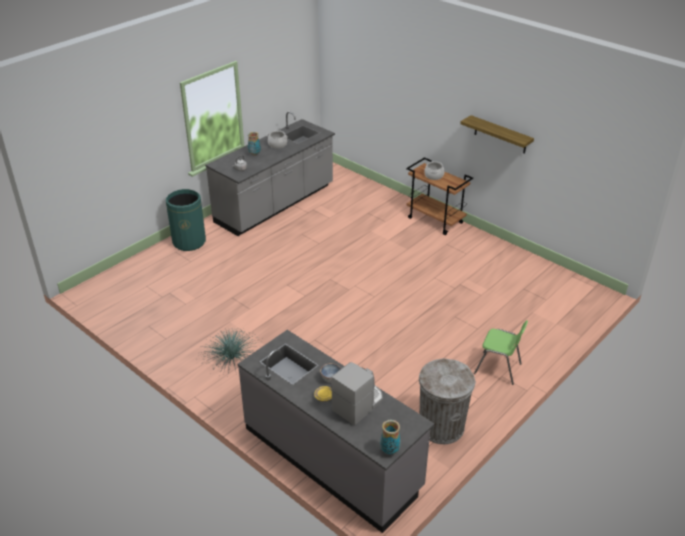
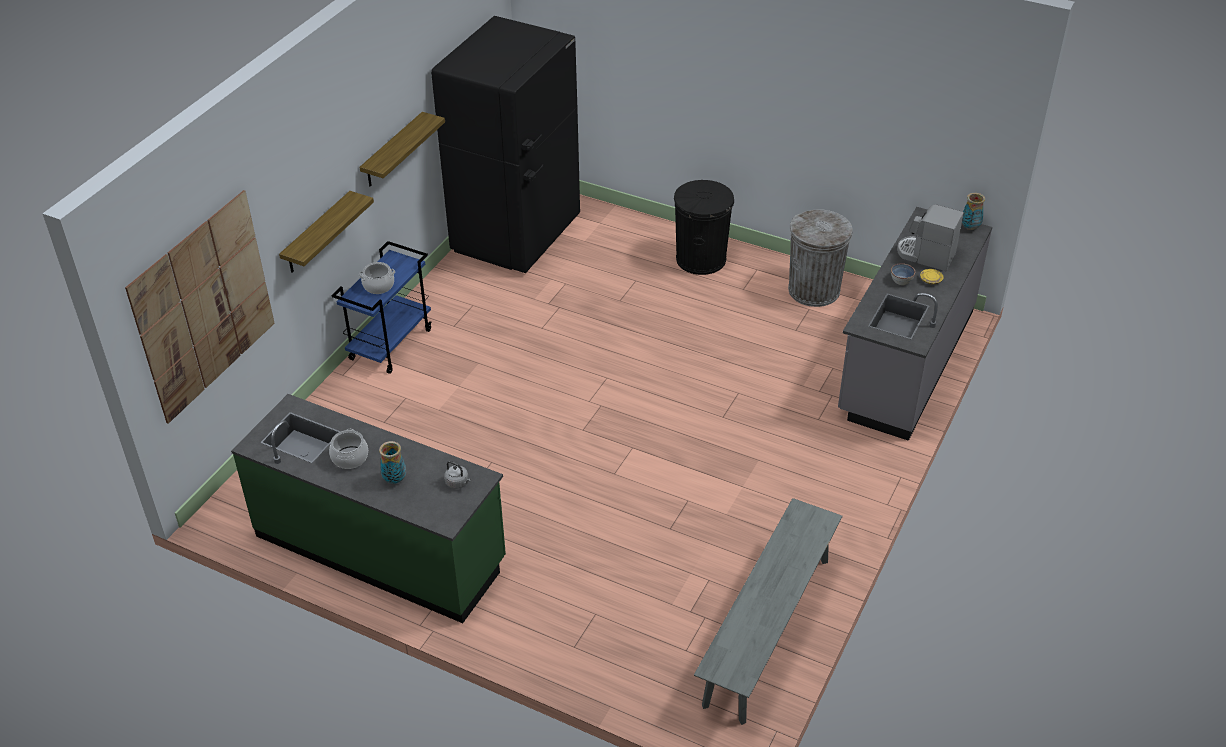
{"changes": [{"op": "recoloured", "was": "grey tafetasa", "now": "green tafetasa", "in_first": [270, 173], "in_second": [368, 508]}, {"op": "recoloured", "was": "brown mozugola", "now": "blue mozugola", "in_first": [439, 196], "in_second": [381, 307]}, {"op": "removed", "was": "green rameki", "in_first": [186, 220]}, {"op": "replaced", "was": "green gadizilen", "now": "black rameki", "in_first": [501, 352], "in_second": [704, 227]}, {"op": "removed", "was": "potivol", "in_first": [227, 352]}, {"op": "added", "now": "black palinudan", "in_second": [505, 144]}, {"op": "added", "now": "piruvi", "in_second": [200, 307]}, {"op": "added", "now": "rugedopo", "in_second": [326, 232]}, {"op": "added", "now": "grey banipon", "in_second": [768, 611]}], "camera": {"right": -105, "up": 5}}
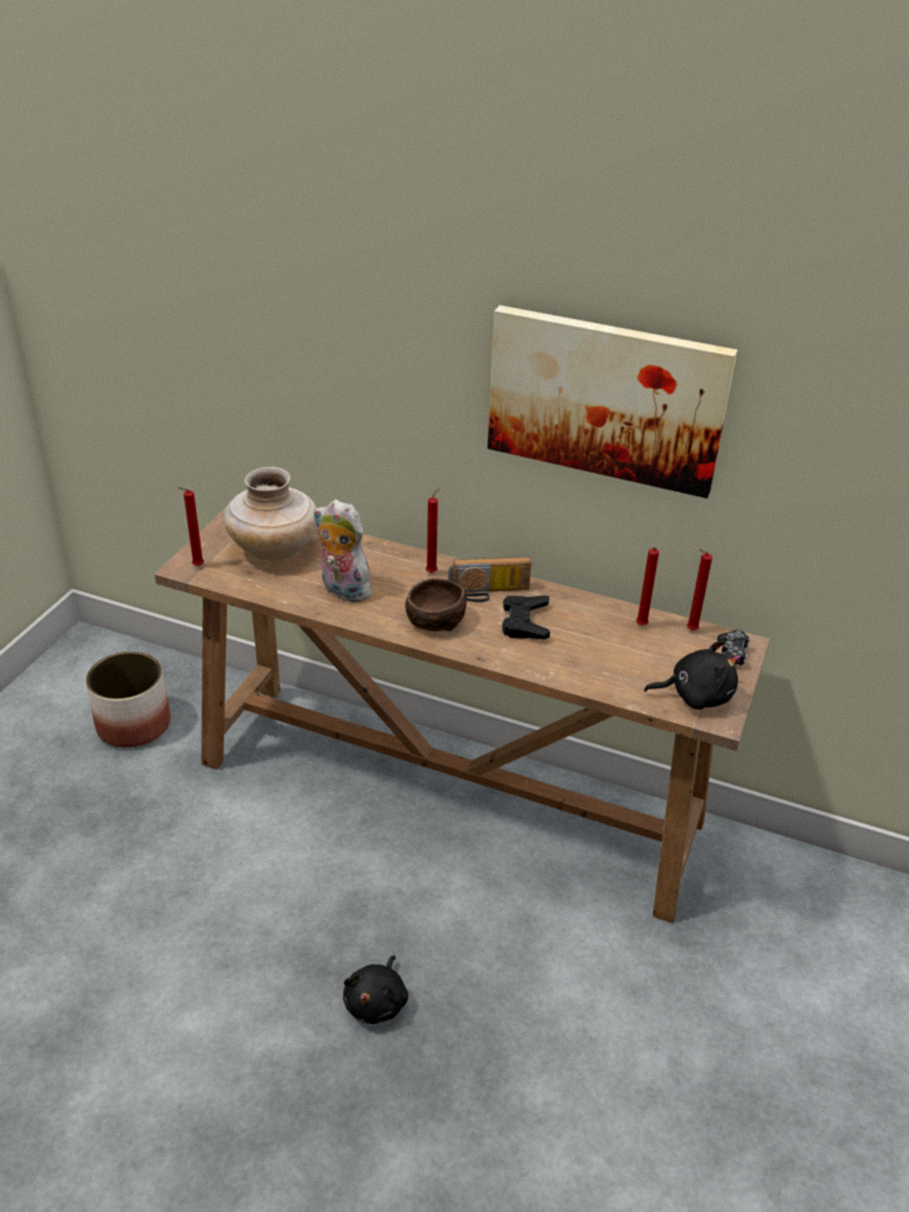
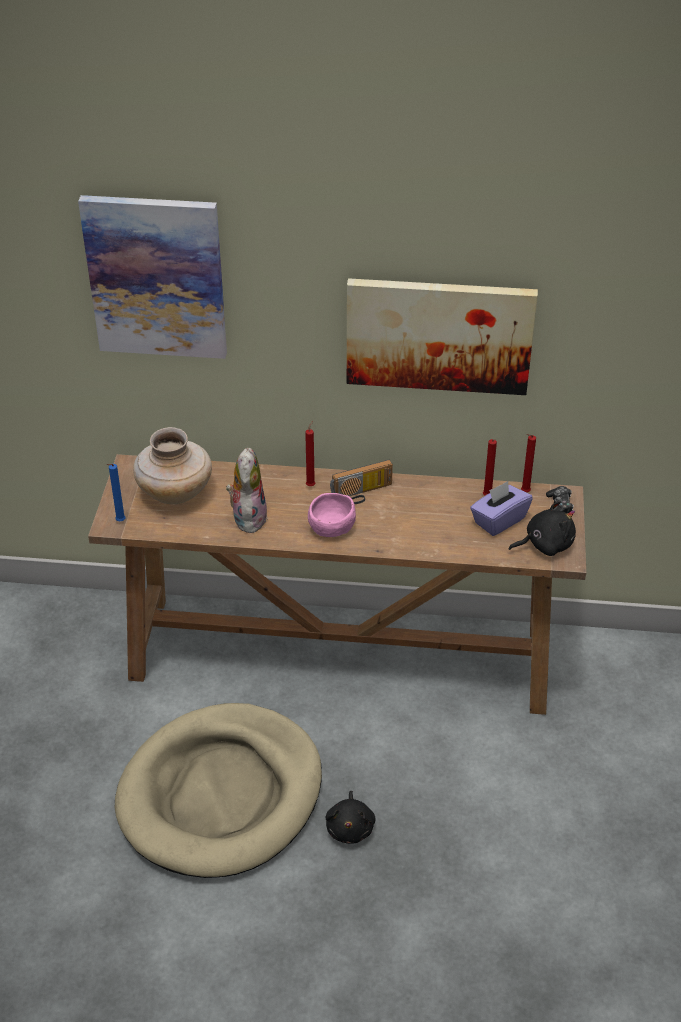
{"changes": [{"op": "recoloured", "was": "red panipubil", "now": "blue panipubil", "in_first": [191, 526], "in_second": [115, 492]}, {"op": "turned", "was": "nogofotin", "in_first": [342, 551], "in_second": [246, 490], "clockwise": 75}, {"op": "recoloured", "was": "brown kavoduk", "now": "pink kavoduk", "in_first": [436, 604], "in_second": [332, 515]}, {"op": "removed", "was": "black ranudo", "in_first": [526, 617]}, {"op": "removed", "was": "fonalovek", "in_first": [128, 700]}, {"op": "added", "now": "piruvi", "in_second": [152, 277]}, {"op": "added", "now": "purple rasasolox", "in_second": [501, 508]}, {"op": "added", "now": "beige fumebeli", "in_second": [218, 790]}], "camera": {"right": -15, "up": 5}}
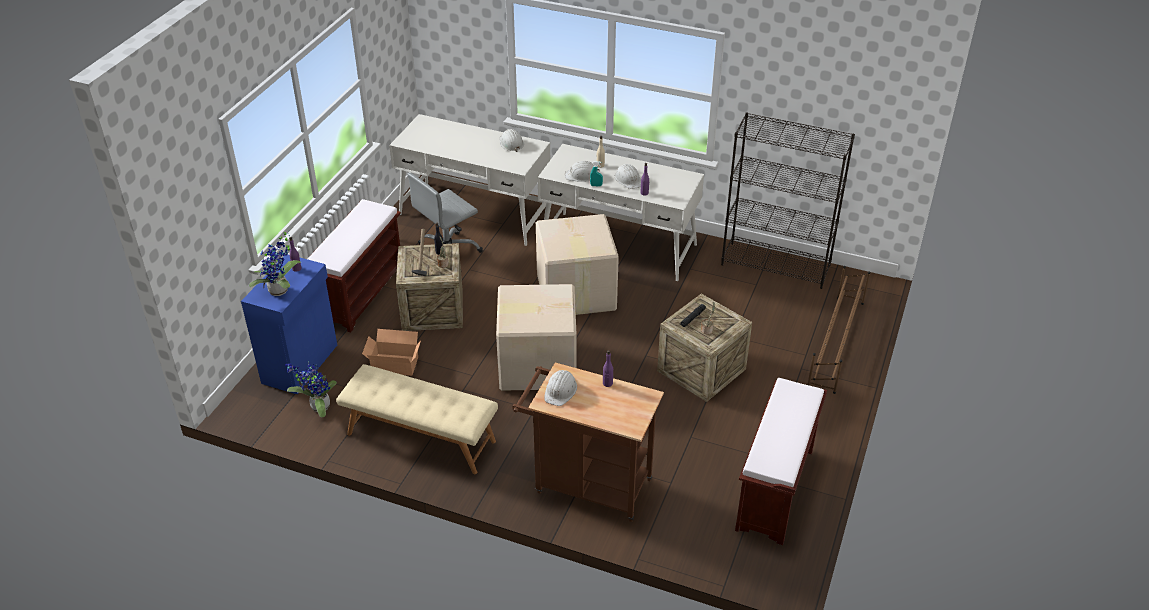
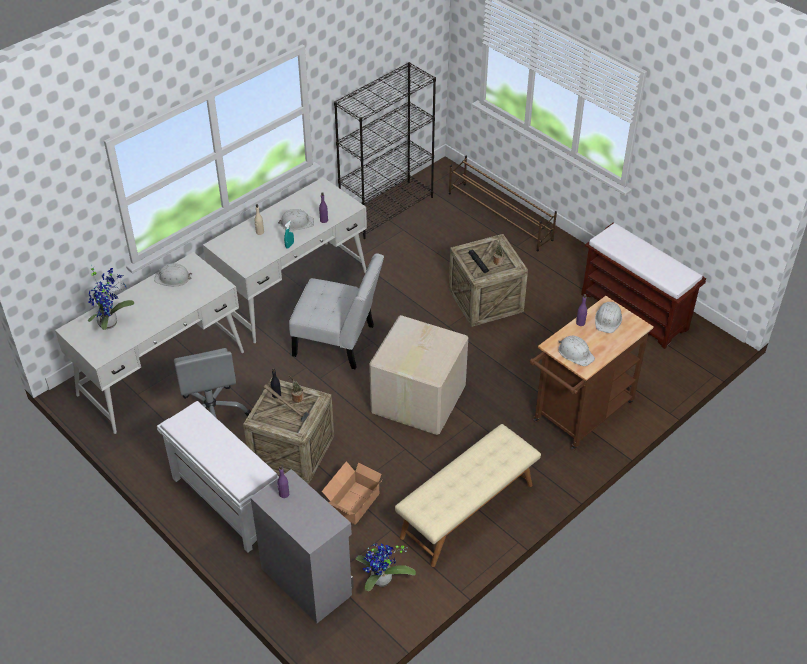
{"changes": [{"op": "moved", "was": "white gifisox", "in_first": [582, 171], "in_second": [608, 317]}, {"op": "recoloured", "was": "brown banipon", "now": "white banipon", "in_first": [354, 266], "in_second": [218, 477]}, {"op": "replaced", "was": "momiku", "now": "white gadizilen", "in_first": [577, 264], "in_second": [336, 311]}, {"op": "moved", "was": "potivol", "in_first": [275, 263], "in_second": [111, 297]}, {"op": "recoloured", "was": "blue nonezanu", "now": "grey nonezanu", "in_first": [289, 324], "in_second": [302, 546]}], "camera": {"right": -65, "up": 5}}
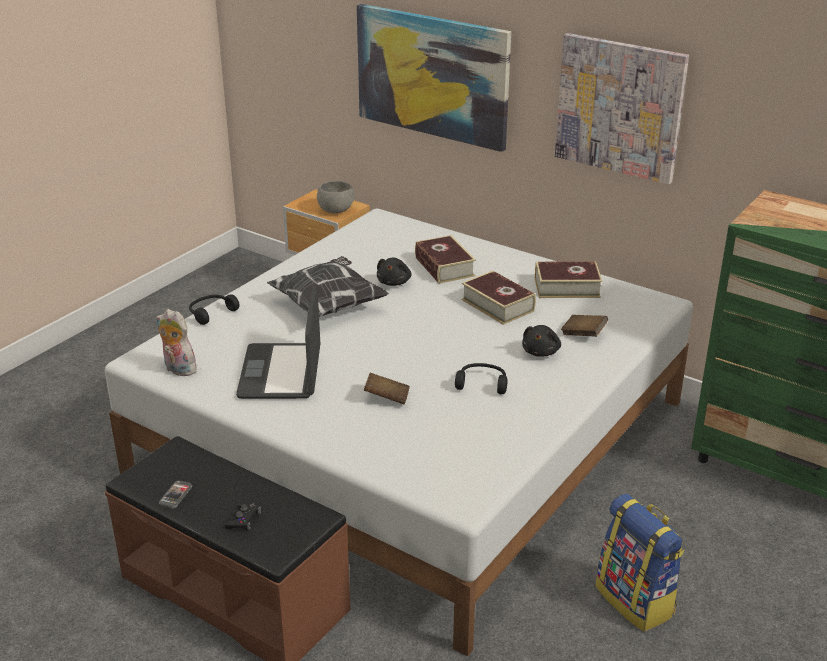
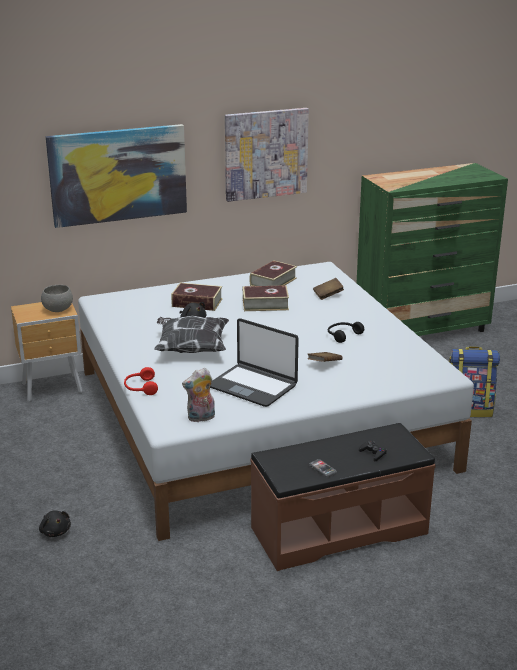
{"changes": [{"op": "recoloured", "was": "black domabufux", "now": "red domabufux", "in_first": [214, 309], "in_second": [141, 381]}, {"op": "moved", "was": "black nogofotin", "in_first": [541, 341], "in_second": [55, 524]}], "camera": {"right": -55, "up": -5}}
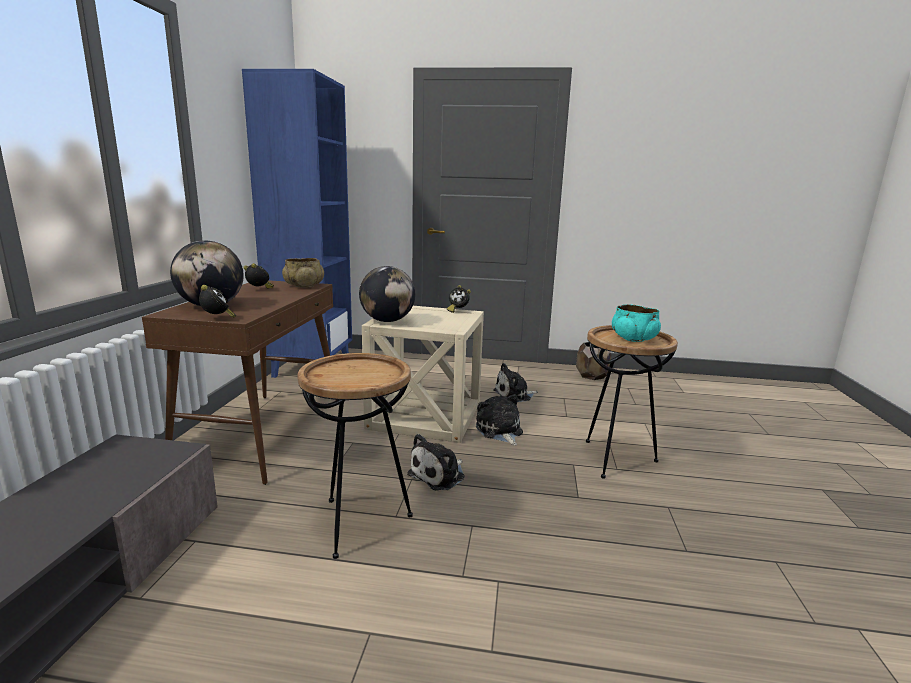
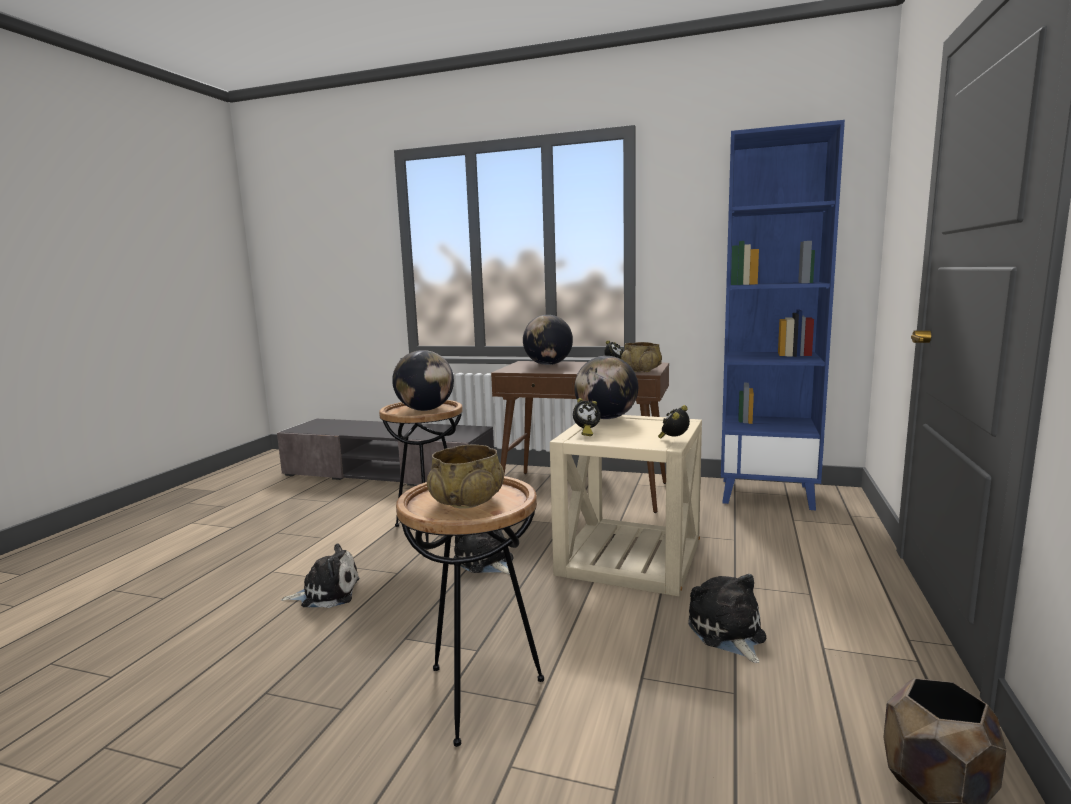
{"changes": [{"op": "moved", "was": "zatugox", "in_first": [217, 301], "in_second": [587, 417]}, {"op": "recoloured", "was": "turquoise kavoduk", "now": "beige kavoduk", "in_first": [636, 323], "in_second": [465, 477]}, {"op": "moved", "was": "nogofotin", "in_first": [499, 420], "in_second": [320, 575]}, {"op": "added", "now": "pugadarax", "in_second": [423, 380]}], "camera": {"right": 100, "up": -5}}
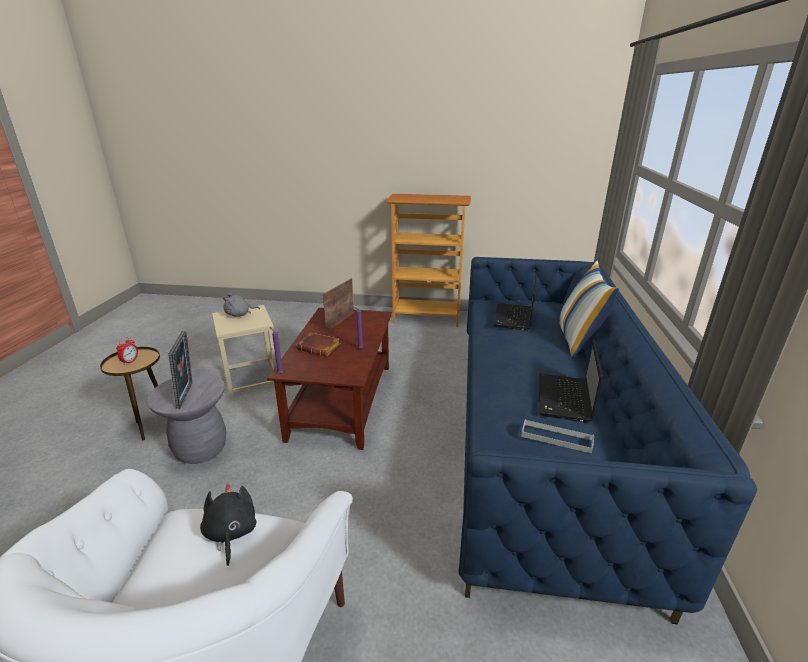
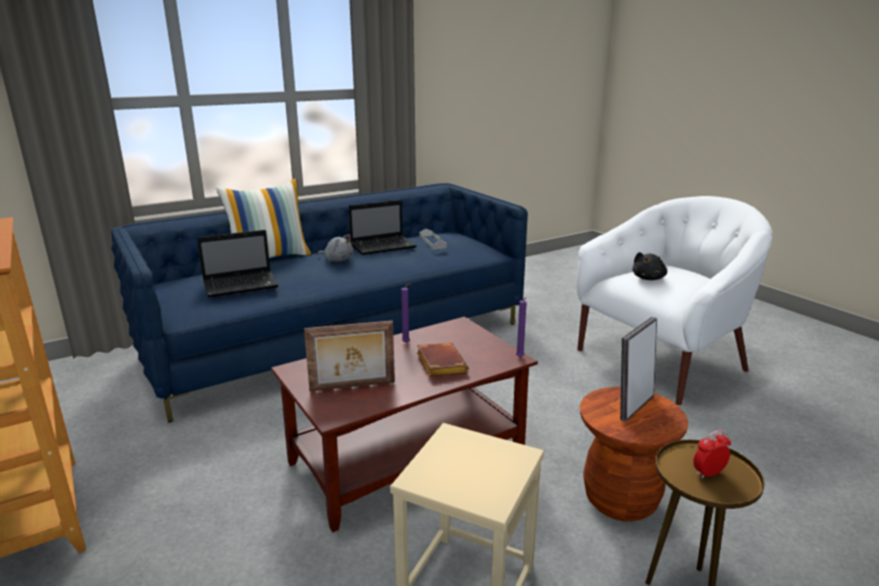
{"changes": [{"op": "moved", "was": "grey nogofotin", "in_first": [241, 305], "in_second": [335, 248]}, {"op": "recoloured", "was": "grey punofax", "now": "brown punofax", "in_first": [186, 418], "in_second": [634, 454]}], "camera": {"right": -130, "up": -5}}
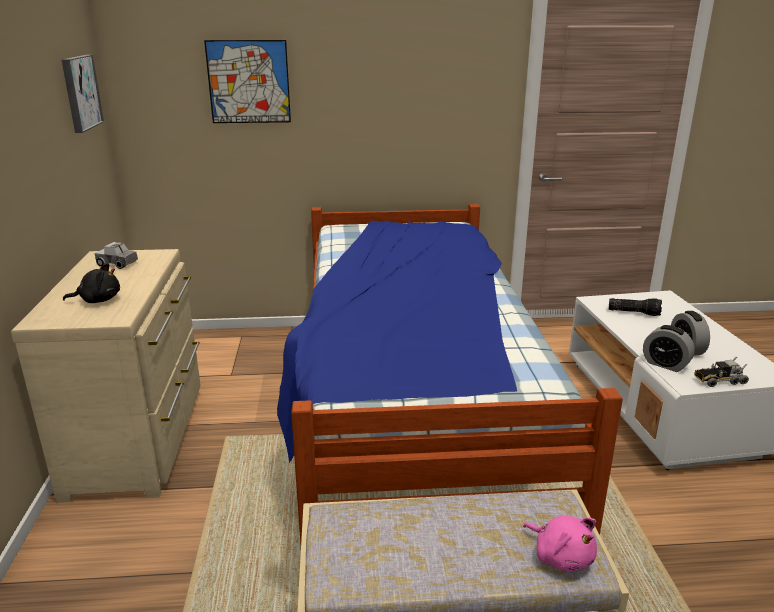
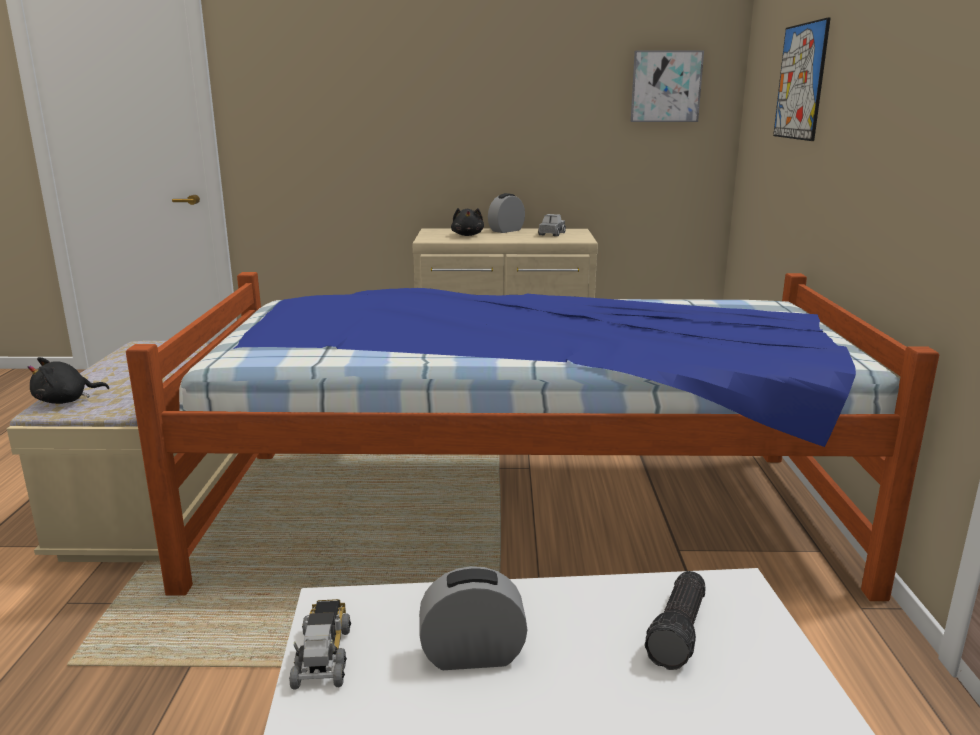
{"changes": [{"op": "moved", "was": "zatugox", "in_first": [669, 348], "in_second": [506, 213]}, {"op": "recoloured", "was": "pink nogofotin", "now": "black nogofotin", "in_first": [560, 544], "in_second": [68, 380]}], "camera": {"right": 95, "up": -5}}
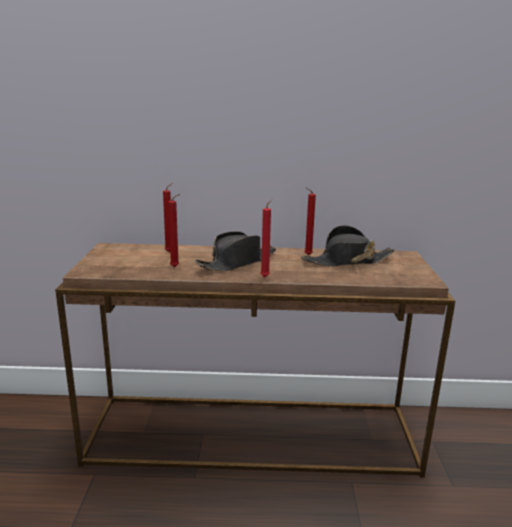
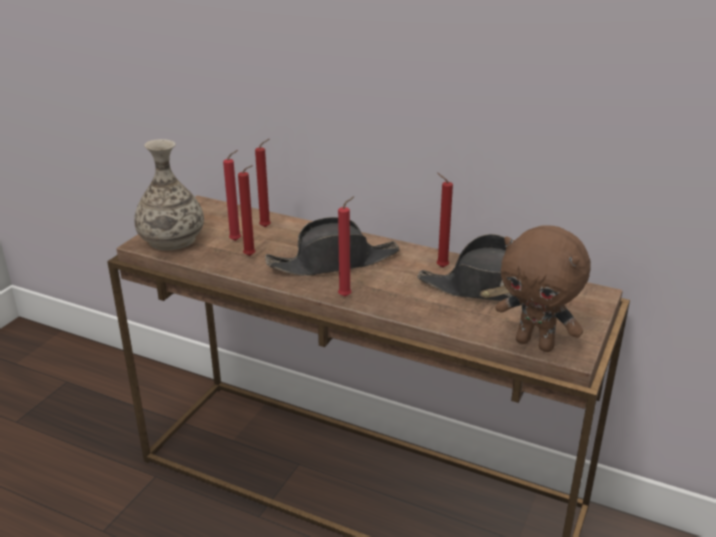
{"changes": [{"op": "added", "now": "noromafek", "in_second": [169, 195]}, {"op": "added", "now": "red panipubil", "in_second": [232, 195]}, {"op": "added", "now": "brown nogofotin", "in_second": [543, 288]}], "camera": {"right": 25, "up": 10}}
